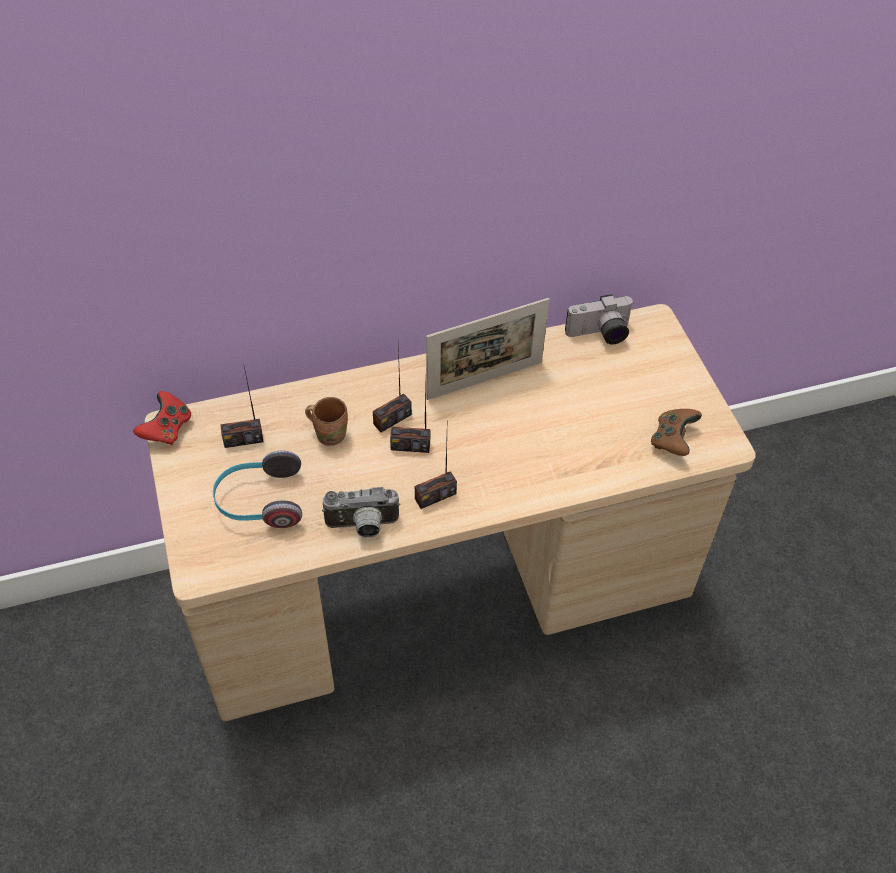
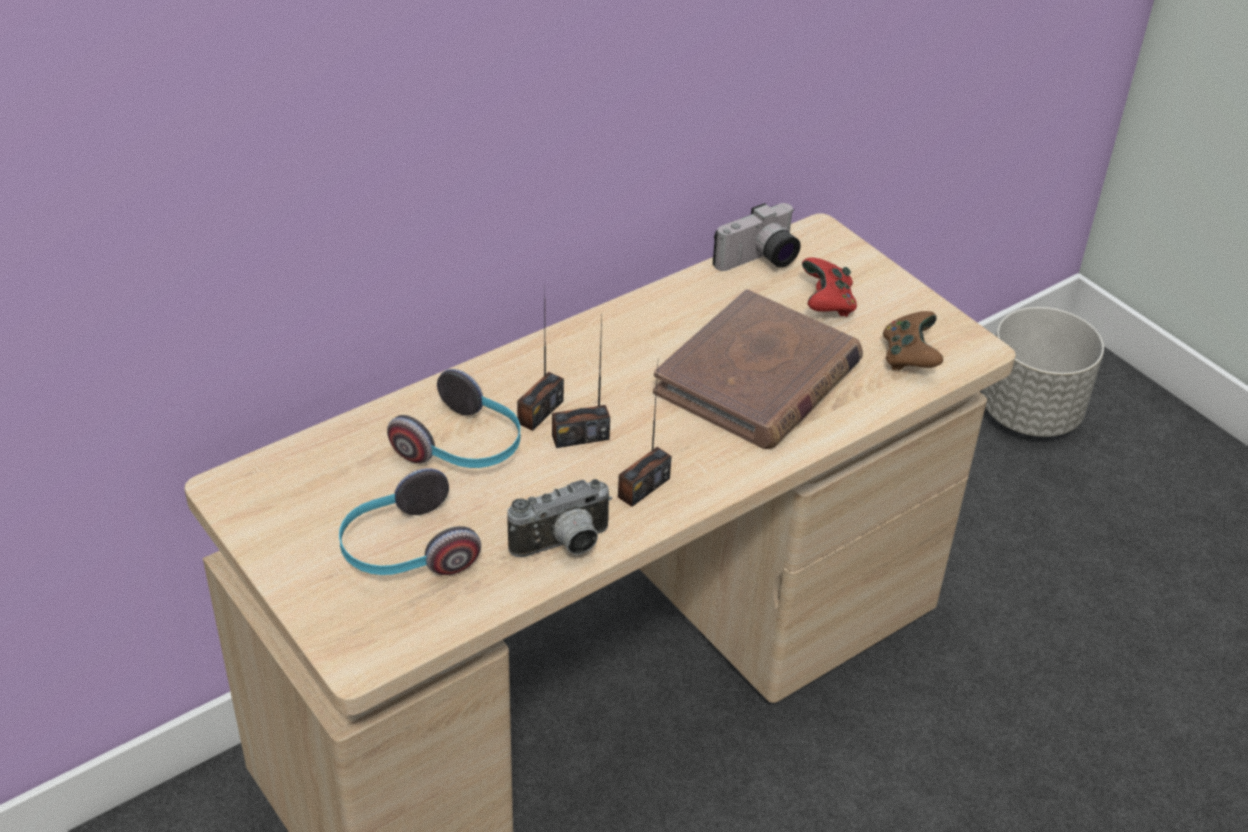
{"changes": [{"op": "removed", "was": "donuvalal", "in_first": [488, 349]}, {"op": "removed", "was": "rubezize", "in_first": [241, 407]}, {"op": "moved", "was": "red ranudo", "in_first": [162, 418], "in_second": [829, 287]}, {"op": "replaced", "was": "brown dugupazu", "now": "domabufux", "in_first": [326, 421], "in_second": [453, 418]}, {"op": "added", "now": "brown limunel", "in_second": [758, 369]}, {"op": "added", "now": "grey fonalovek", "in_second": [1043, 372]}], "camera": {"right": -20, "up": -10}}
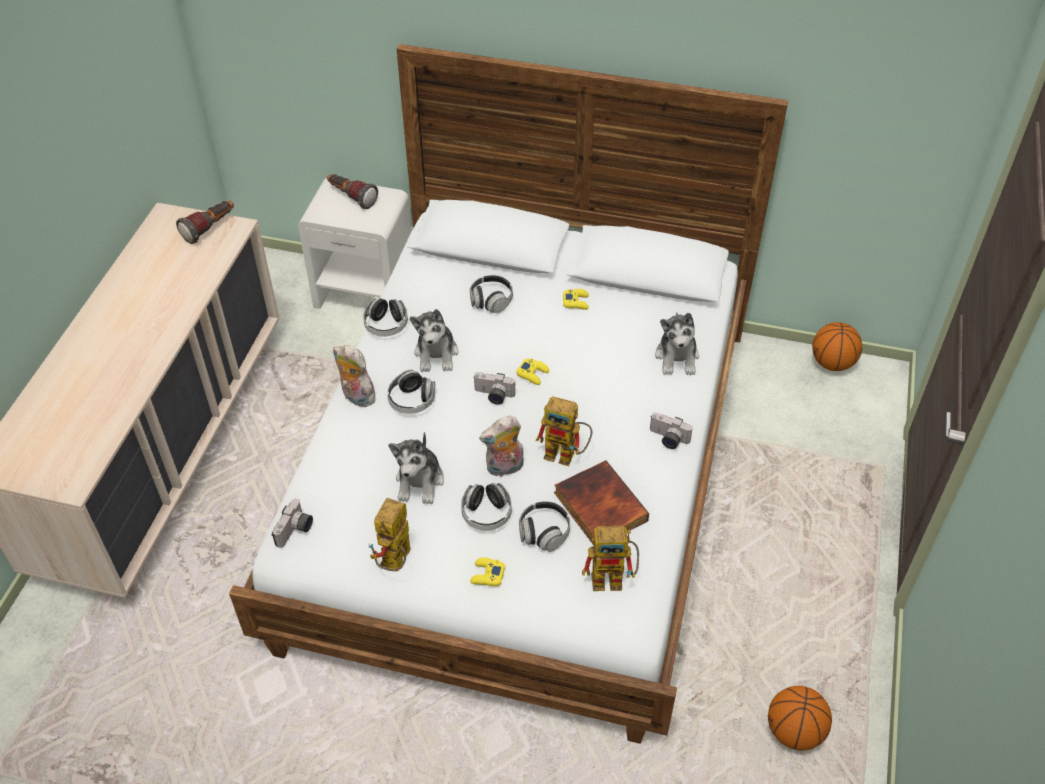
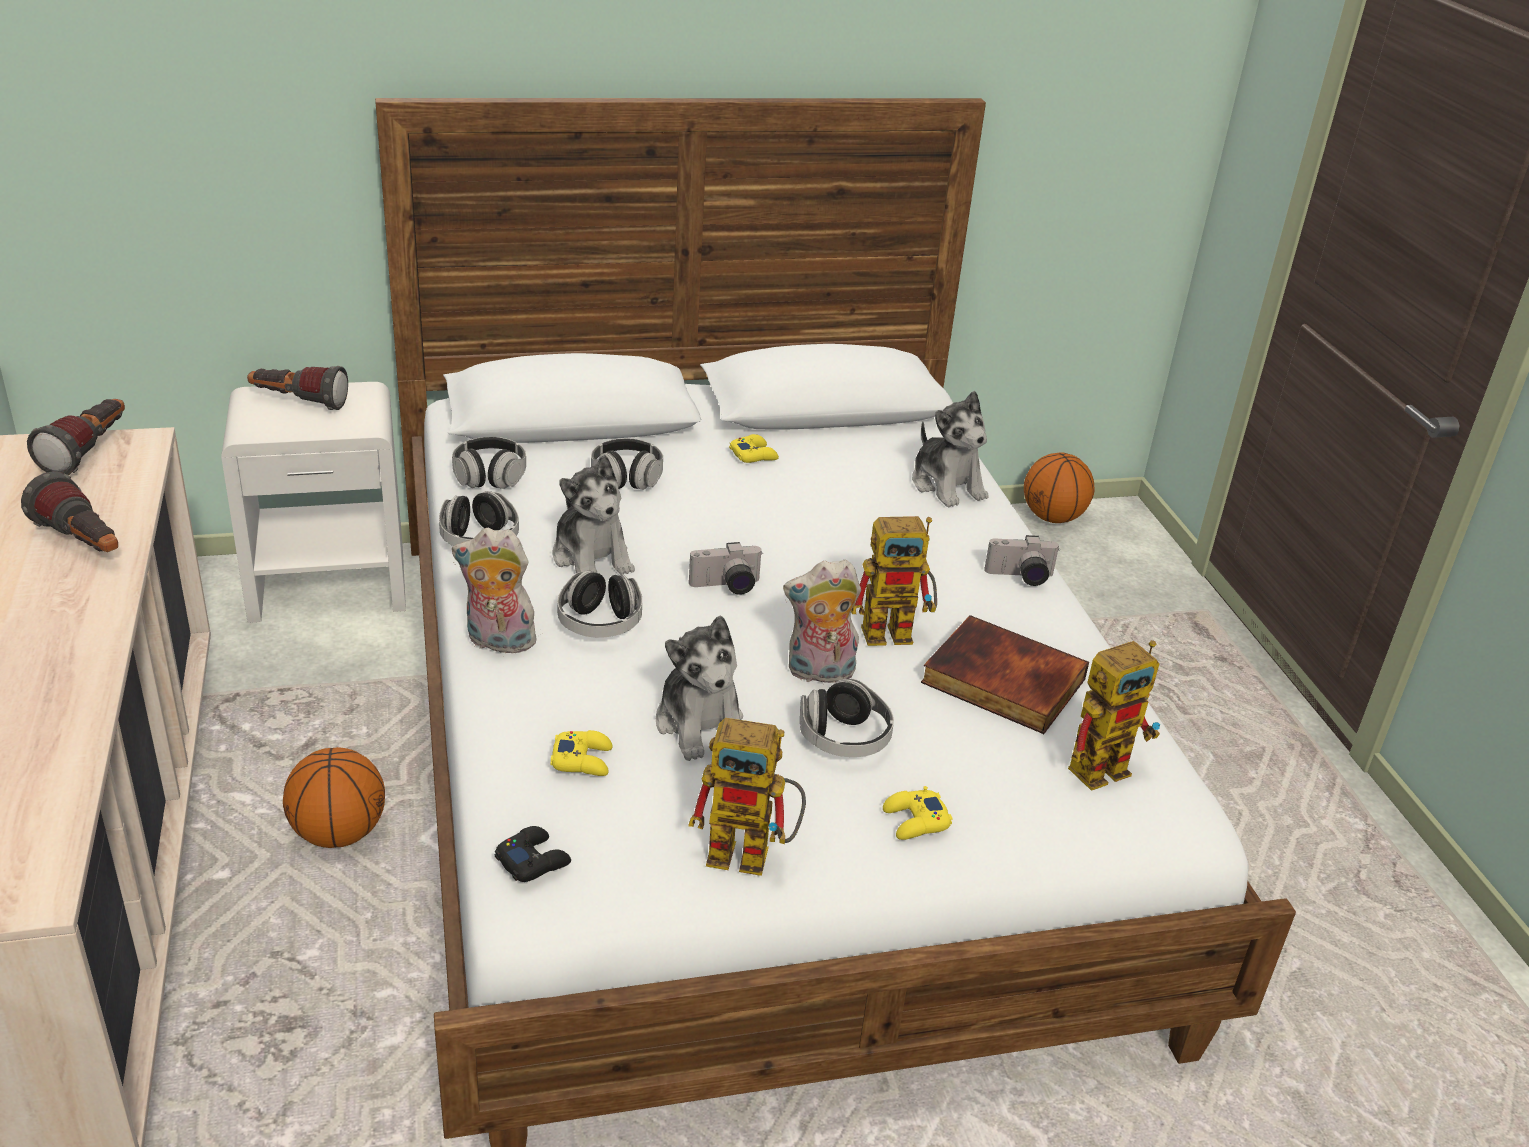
{"changes": [{"op": "moved", "was": "yellow ranudo", "in_first": [532, 371], "in_second": [581, 753]}, {"op": "turned", "was": "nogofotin", "in_first": [501, 446], "in_second": [822, 621], "clockwise": 45}, {"op": "turned", "was": "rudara", "in_first": [390, 535], "in_second": [747, 797], "clockwise": -75}, {"op": "replaced", "was": "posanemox", "now": "black ranudo", "in_first": [292, 523], "in_second": [533, 854]}, {"op": "moved", "was": "domabufux", "in_first": [544, 526], "in_second": [489, 463]}, {"op": "moved", "was": "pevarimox", "in_first": [800, 718], "in_second": [334, 797]}, {"op": "added", "now": "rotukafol", "in_second": [69, 512]}], "camera": {"right": -30, "up": -15}}
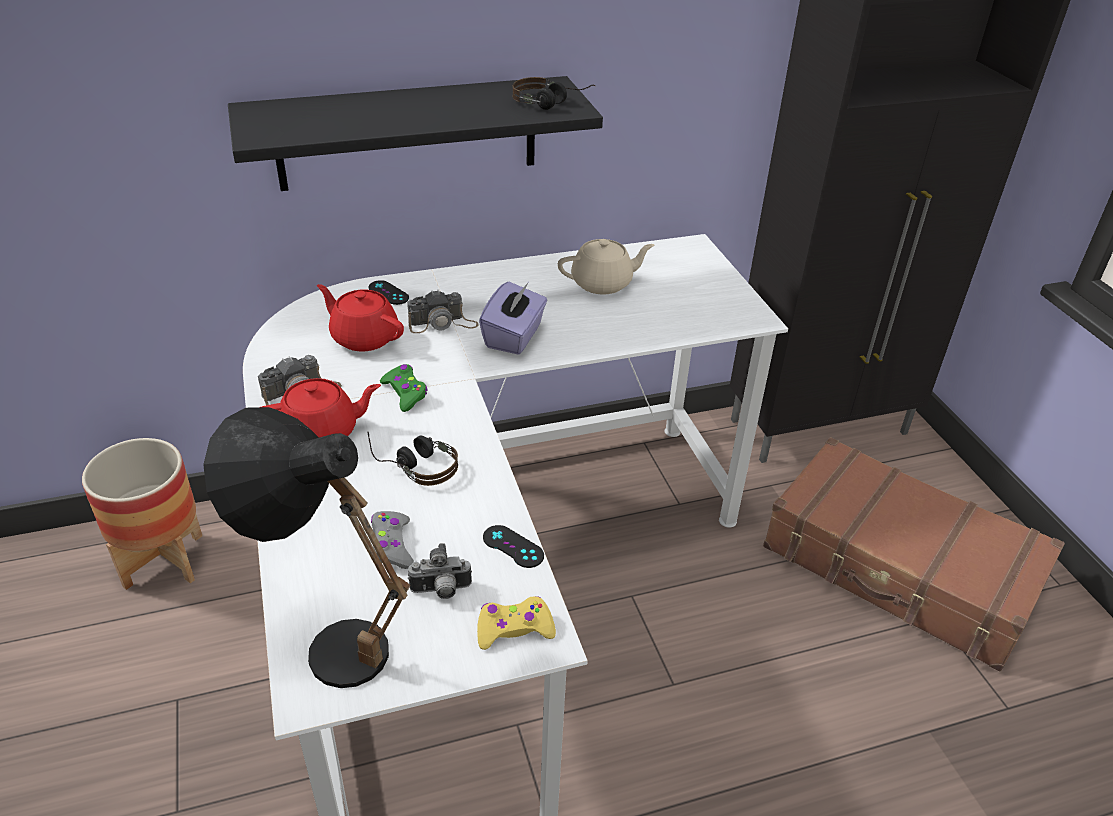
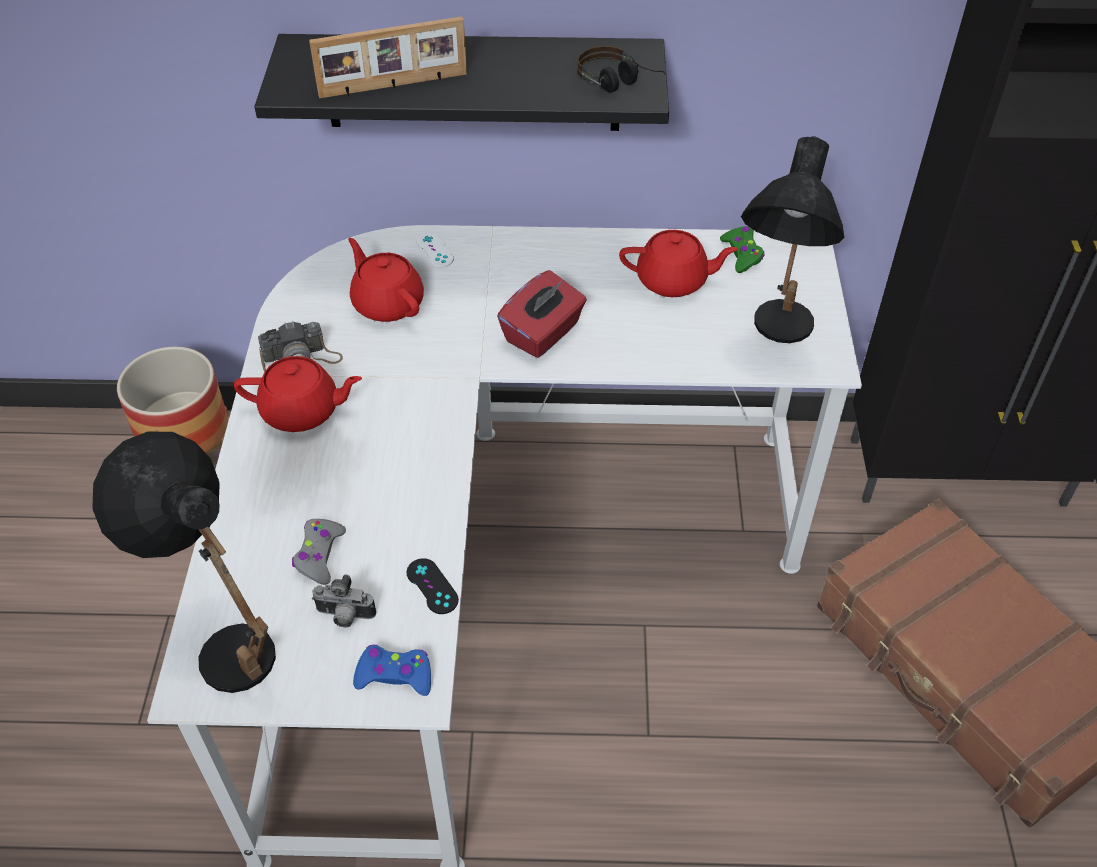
{"changes": [{"op": "recoloured", "was": "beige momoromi", "now": "red momoromi", "in_first": [606, 267], "in_second": [678, 263]}, {"op": "recoloured", "was": "black ranudo", "now": "white ranudo", "in_first": [389, 292], "in_second": [435, 250]}, {"op": "recoloured", "was": "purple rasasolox", "now": "red rasasolox", "in_first": [513, 318], "in_second": [542, 314]}, {"op": "removed", "was": "posanemox", "in_first": [443, 311]}, {"op": "moved", "was": "green ranudo", "in_first": [403, 388], "in_second": [742, 249]}, {"op": "removed", "was": "domabufux", "in_first": [412, 459]}, {"op": "recoloured", "was": "yellow ranudo", "now": "blue ranudo", "in_first": [516, 623], "in_second": [392, 670]}, {"op": "added", "now": "donuvalal", "in_second": [388, 57]}, {"op": "added", "now": "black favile", "in_second": [792, 239]}], "camera": {"right": 20, "up": 10}}
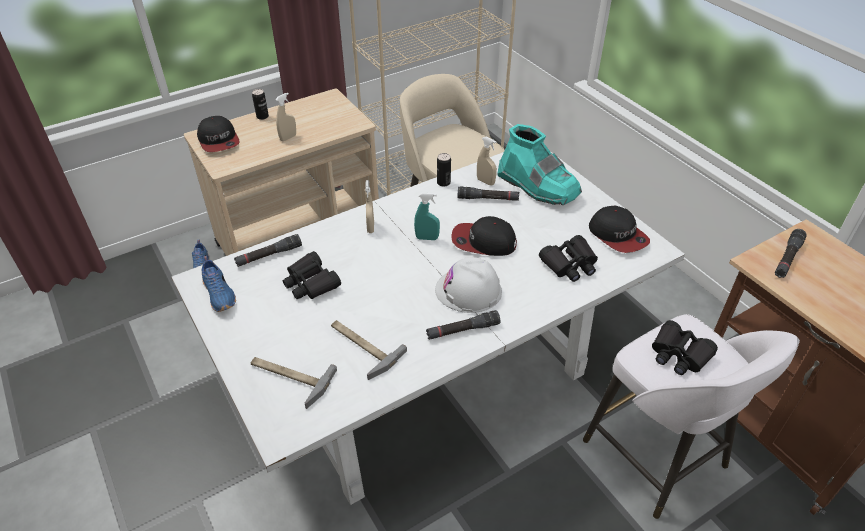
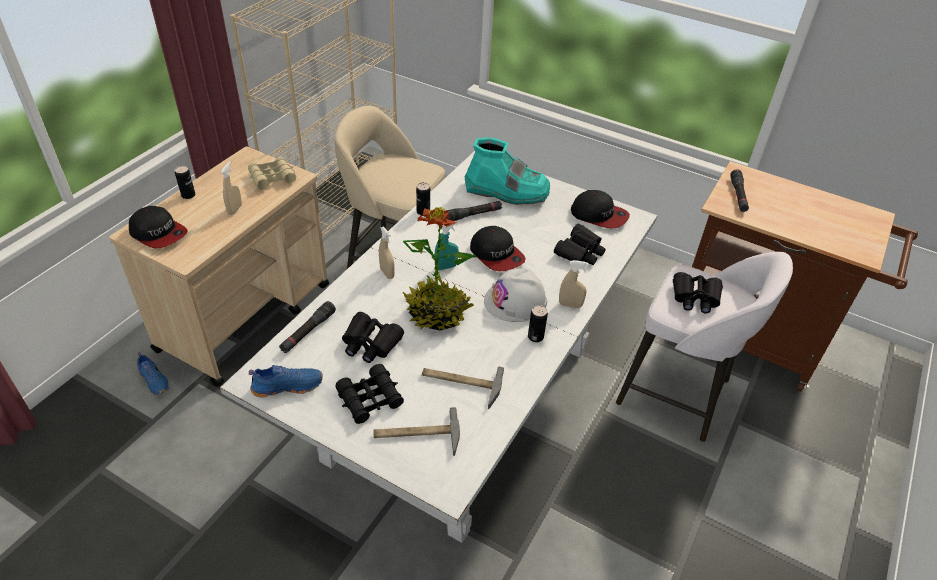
{"changes": [{"op": "moved", "was": "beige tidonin", "in_first": [487, 161], "in_second": [574, 284]}, {"op": "turned", "was": "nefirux", "in_first": [484, 236], "in_second": [498, 249], "clockwise": -105}, {"op": "turned", "was": "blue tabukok", "in_first": [219, 284], "in_second": [286, 381], "clockwise": -45}, {"op": "replaced", "was": "black rotukafol", "now": "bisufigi", "in_first": [463, 325], "in_second": [538, 323]}, {"op": "added", "now": "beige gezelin", "in_second": [272, 173]}, {"op": "added", "now": "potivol", "in_second": [439, 269]}, {"op": "added", "now": "black gezelin", "in_second": [370, 394]}], "camera": {"right": -30, "up": 0}}
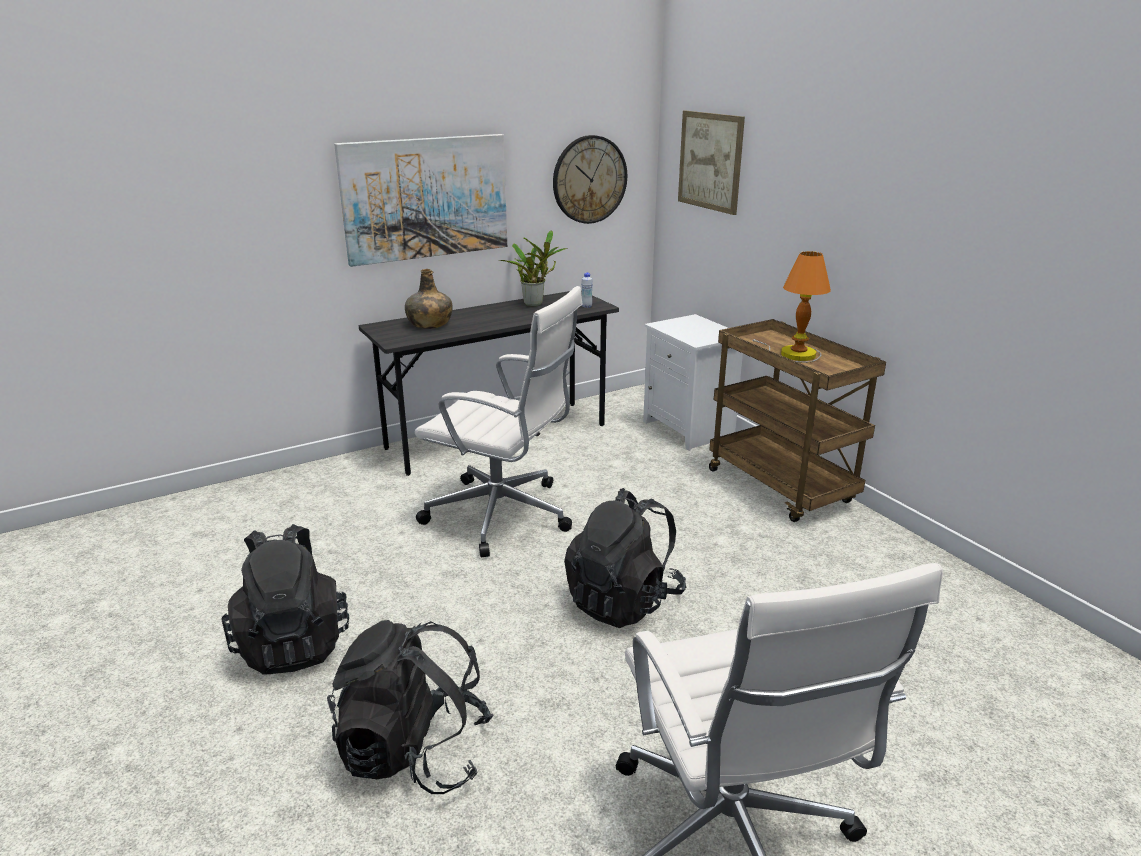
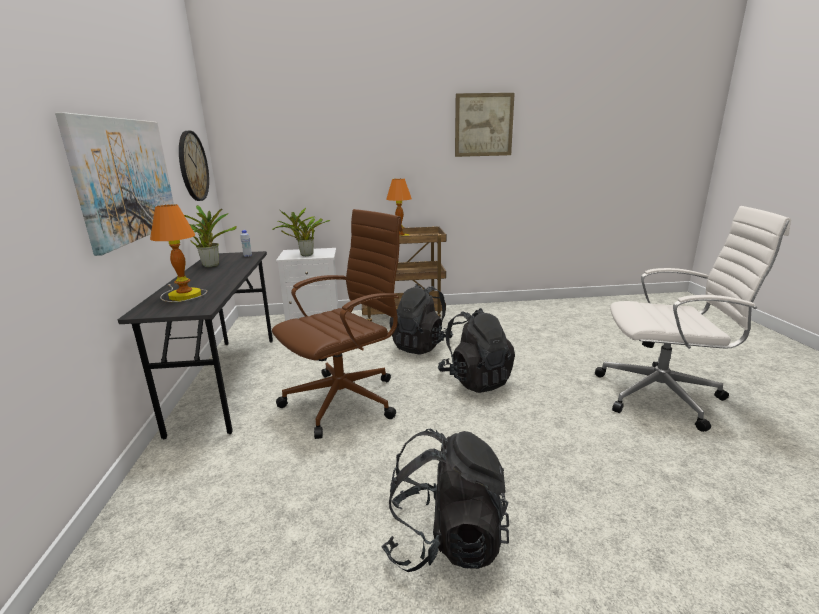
{"changes": [{"op": "moved", "was": "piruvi", "in_first": [711, 163], "in_second": [485, 125]}, {"op": "replaced", "was": "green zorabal", "now": "favile", "in_first": [428, 299], "in_second": [179, 253]}, {"op": "recoloured", "was": "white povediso", "now": "brown povediso", "in_first": [499, 421], "in_second": [337, 324]}, {"op": "moved", "was": "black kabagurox", "in_first": [410, 707], "in_second": [421, 319]}, {"op": "added", "now": "potivol", "in_second": [301, 232]}], "camera": {"right": -65, "up": -5}}
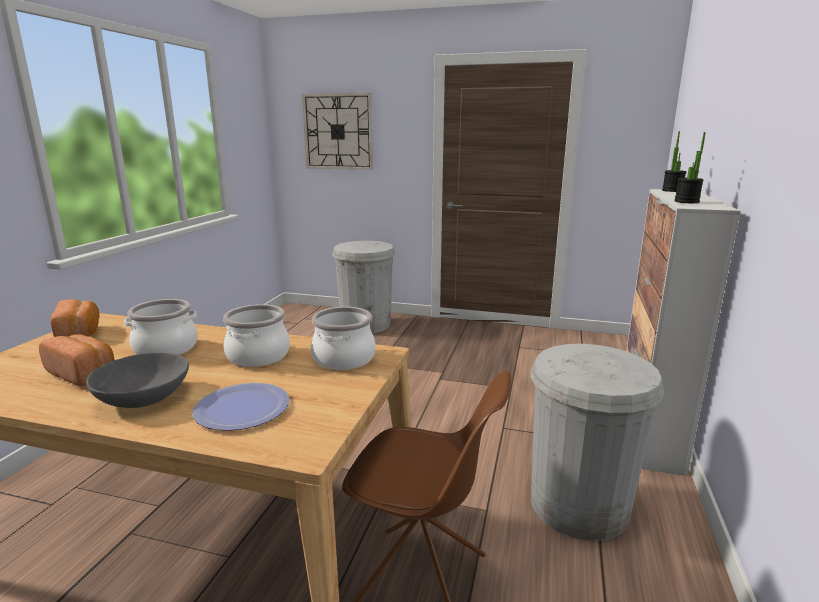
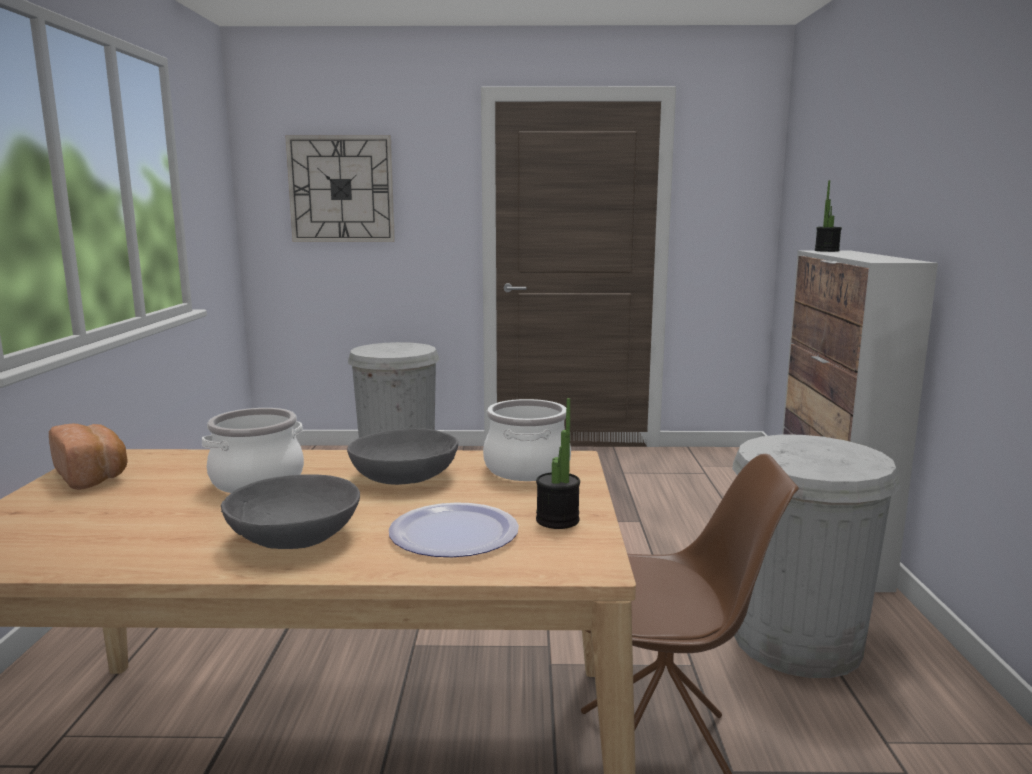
{"changes": [{"op": "moved", "was": "potivol", "in_first": [690, 167], "in_second": [558, 463]}, {"op": "replaced", "was": "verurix", "now": "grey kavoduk", "in_first": [256, 335], "in_second": [402, 456]}, {"op": "removed", "was": "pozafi", "in_first": [76, 360]}], "camera": {"right": -15, "up": -5}}
